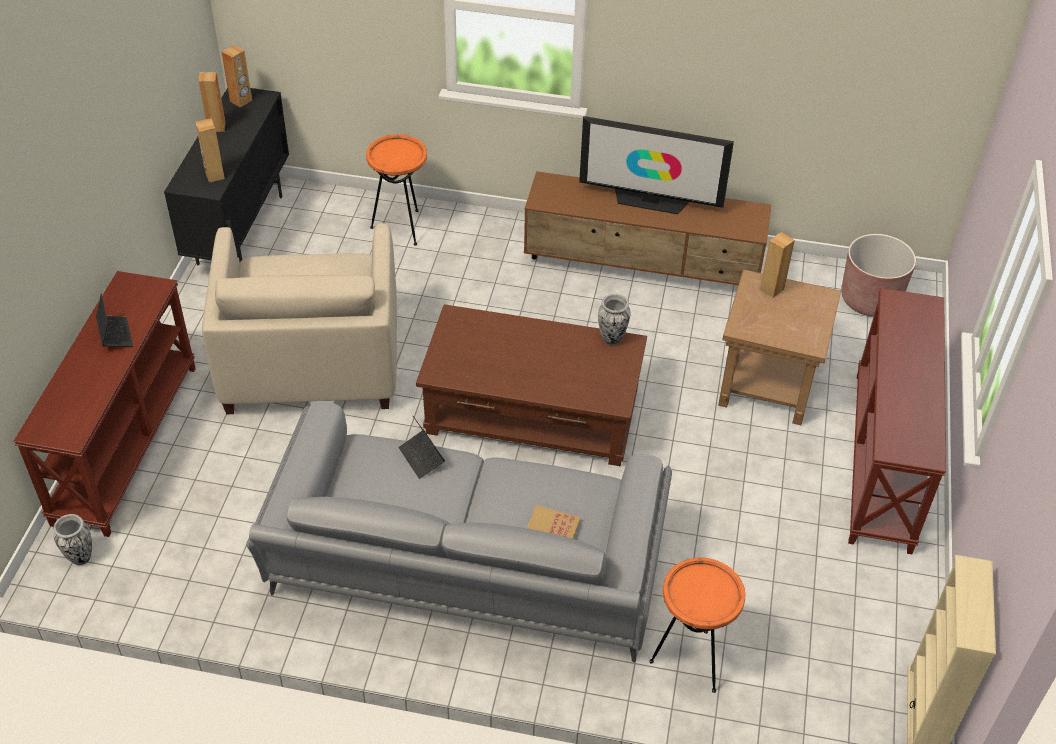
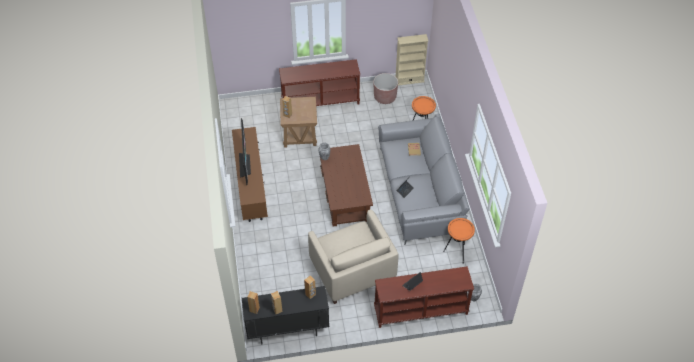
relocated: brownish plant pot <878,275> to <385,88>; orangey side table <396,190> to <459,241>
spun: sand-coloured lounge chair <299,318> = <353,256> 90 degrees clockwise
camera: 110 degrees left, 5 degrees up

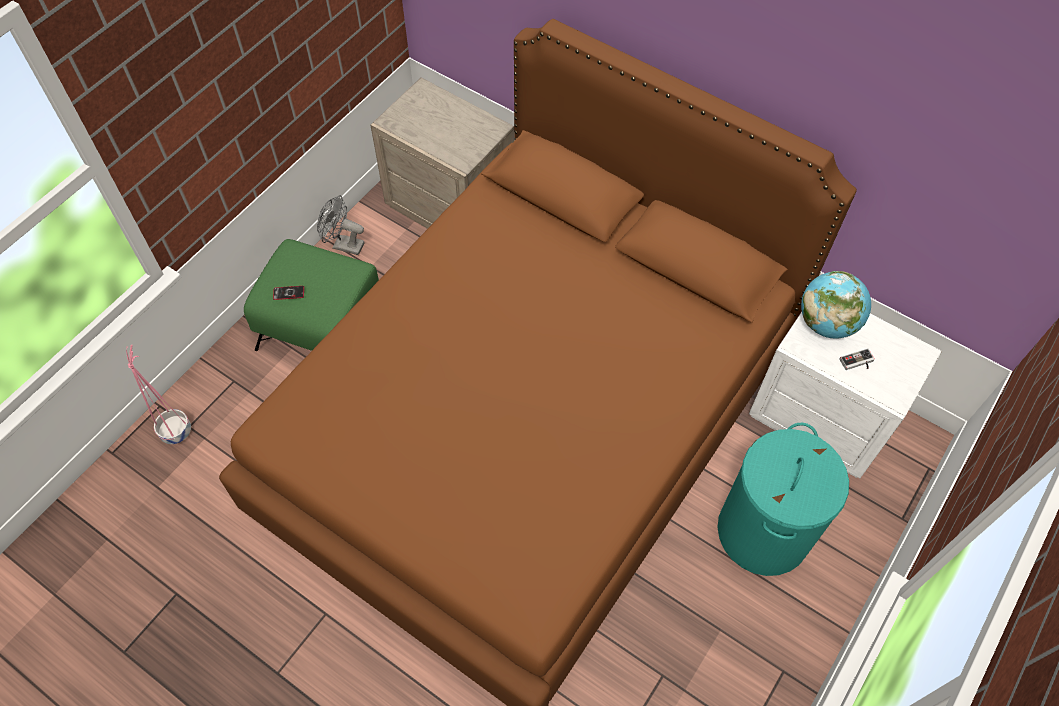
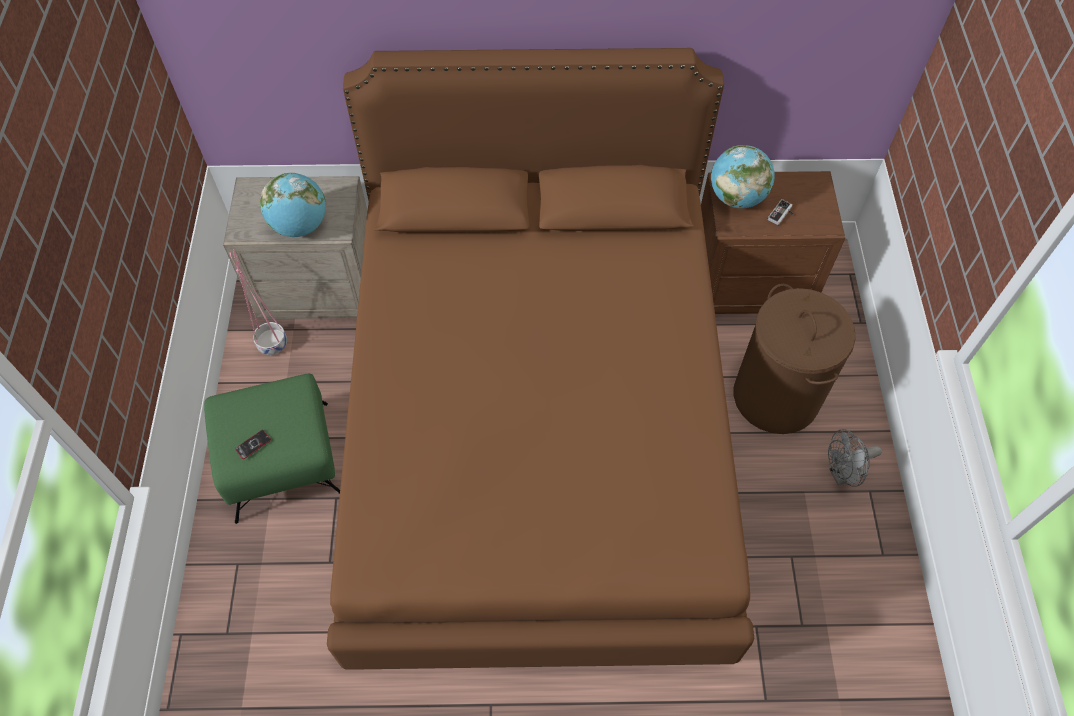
appeared: desk globe <293,205>
relocated: pink-coloured plant pot <158,394> to <258,302>; gray electric fan <341,225> to <855,458>
colour: white night table <845,395> to brownish night table <773,242>; blue-green laundry basket <783,499> to brownish laundry basket <795,359>
camera: 35 degrees left, 0 degrees up

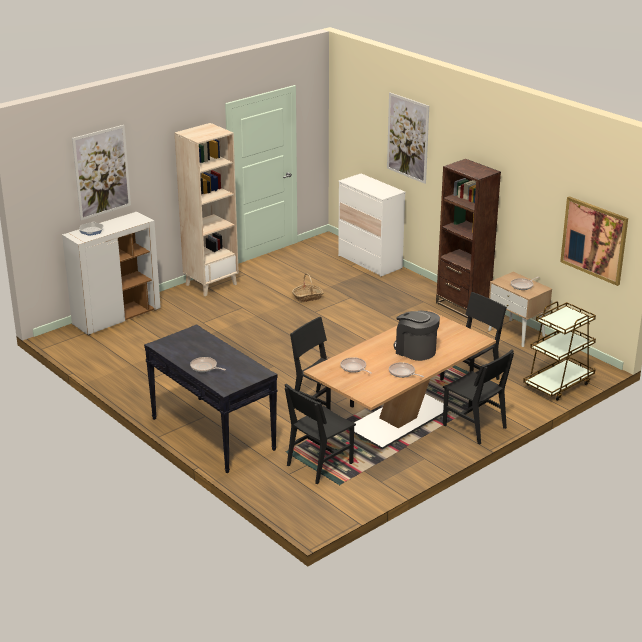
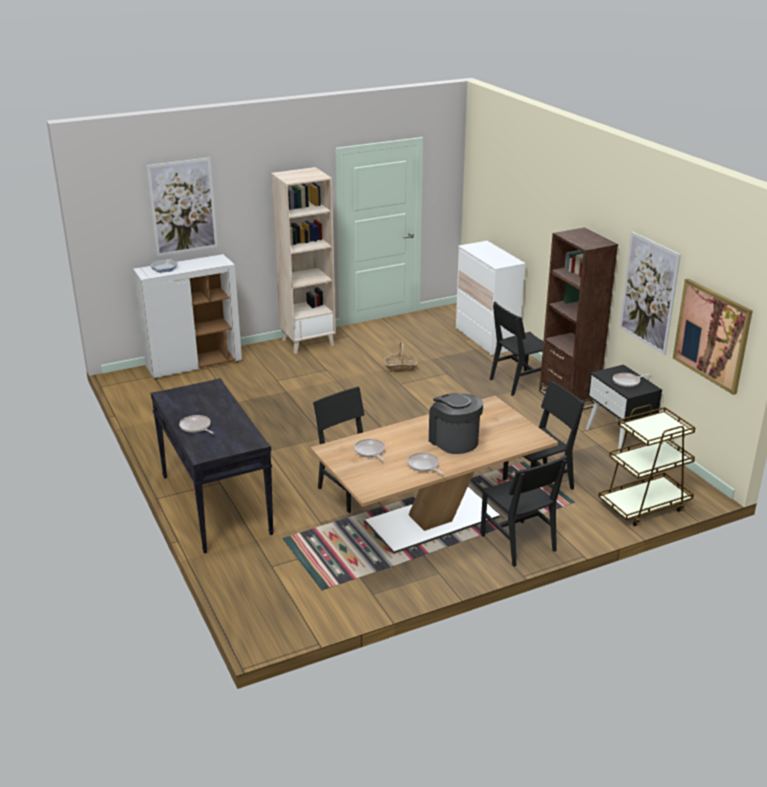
relocated: blackish plain chair <320,433> to <516,348>; wall picture <408,138> to <650,293>
colour: sand-coloured night table <520,309> to blackish night table <624,409>
camera: 15 degrees right, 0 degrees up

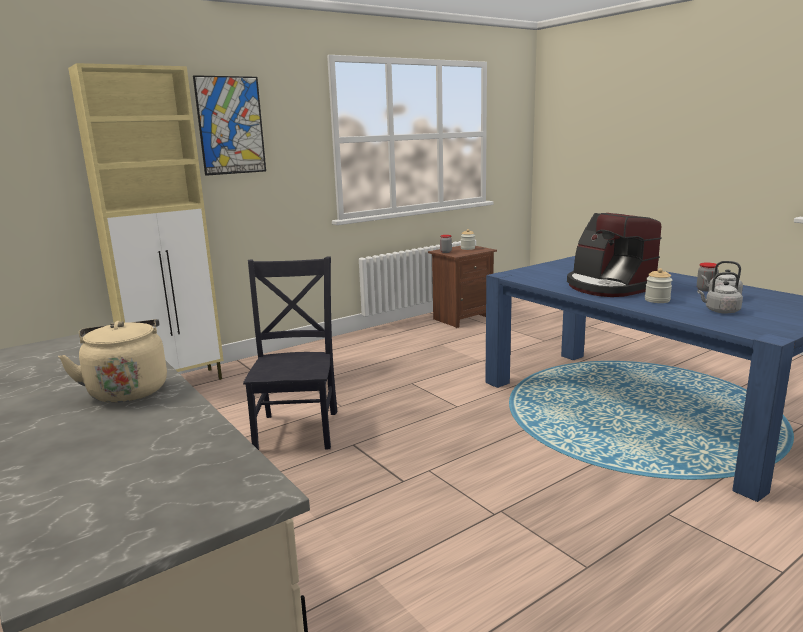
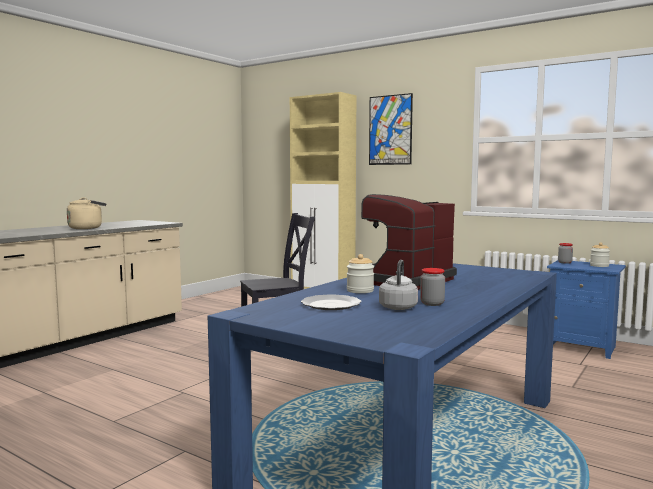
exchanged: gray kettle <720,293> to plate <331,302>
colour: brownish night table <462,287> to blue night table <586,309>
camera: 70 degrees right, 10 degrees down

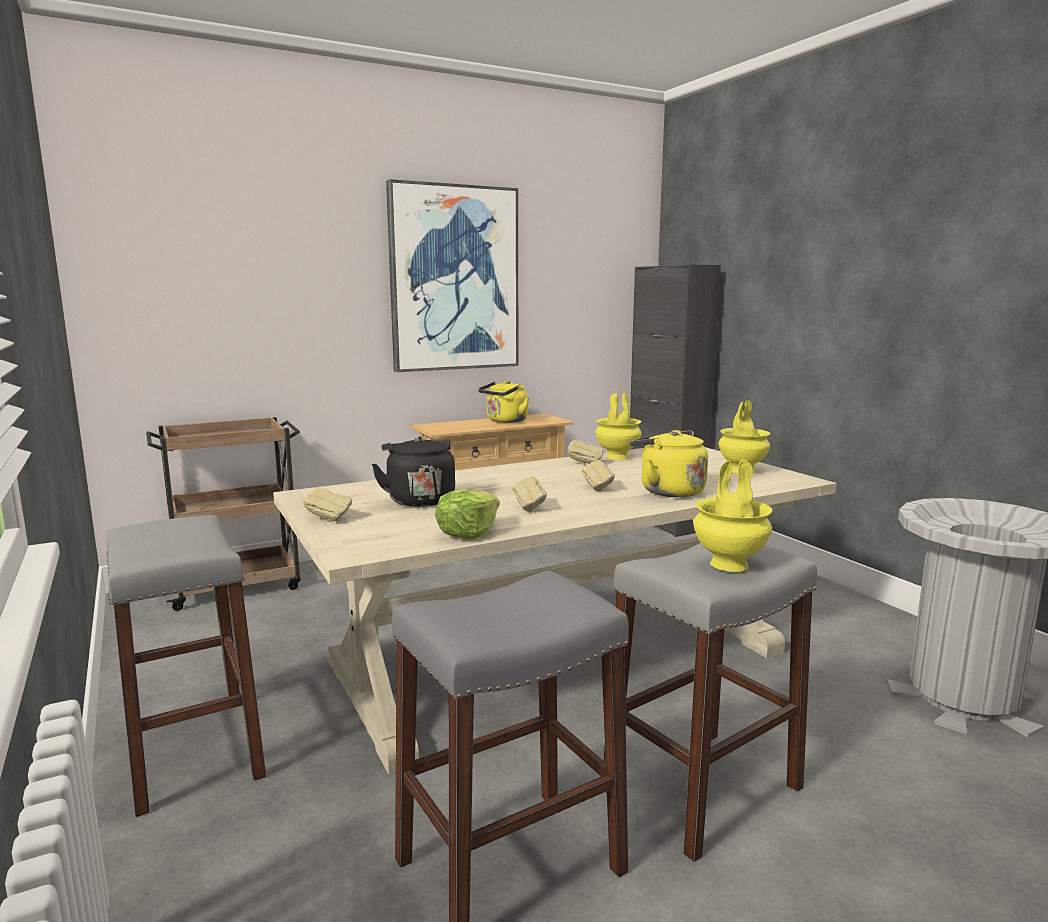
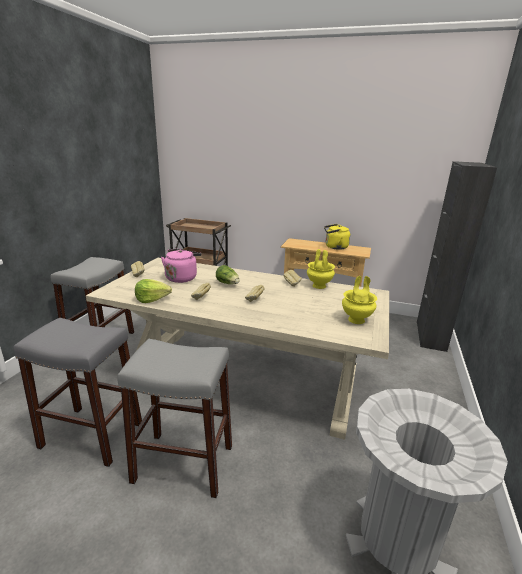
missing: wall picture <452,275>; yellow-coloured kettle <669,463>; yellow-coloured decorative vase <732,516>
appeared: lettuce head <227,274>
colour: blackish kettle <413,471> to pink-coloured kettle <181,266>
camera: 45 degrees right, 10 degrees up

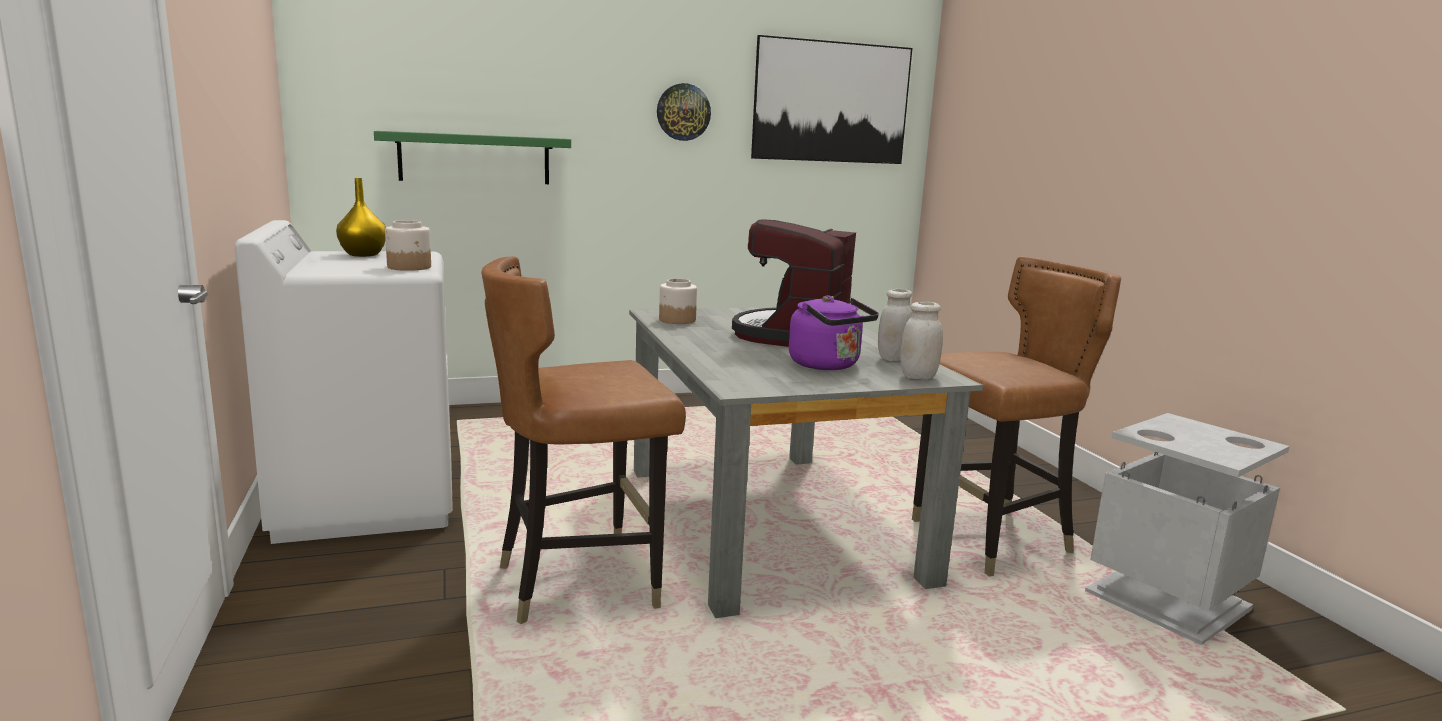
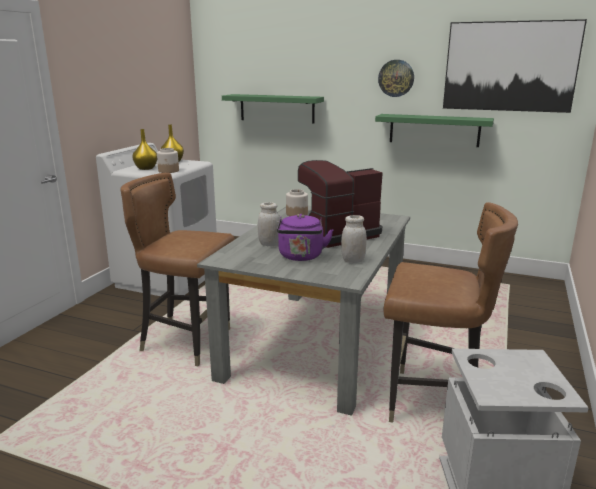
appeared: yellow-coloured decorative vase <145,149>; greenish shelf <434,130>
relocated: white storage jar <921,340> to <269,224>
camera: 40 degrees right, 5 degrees up

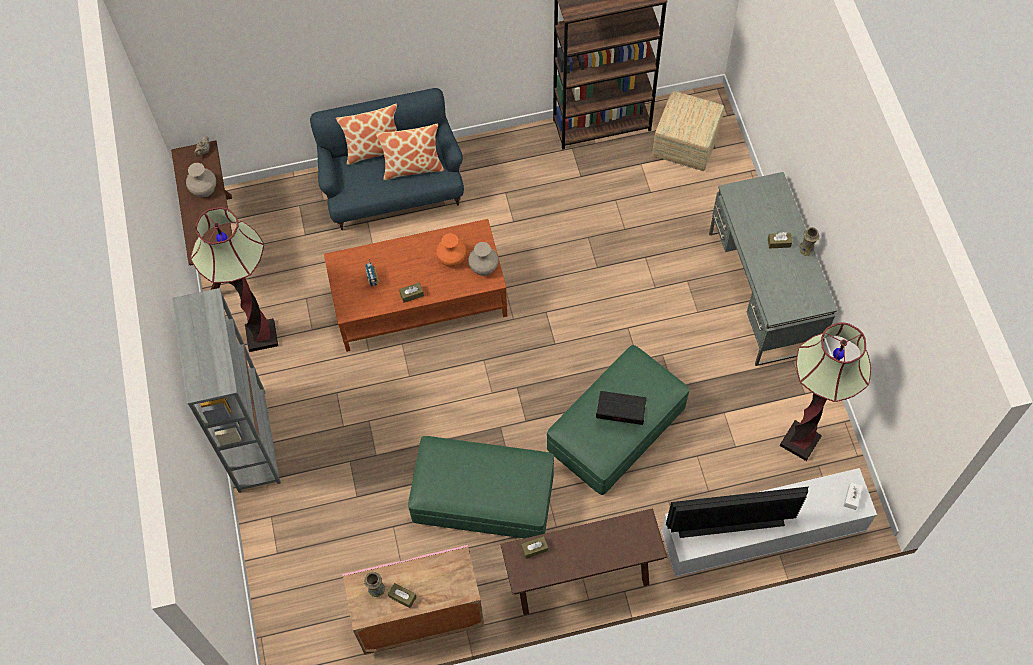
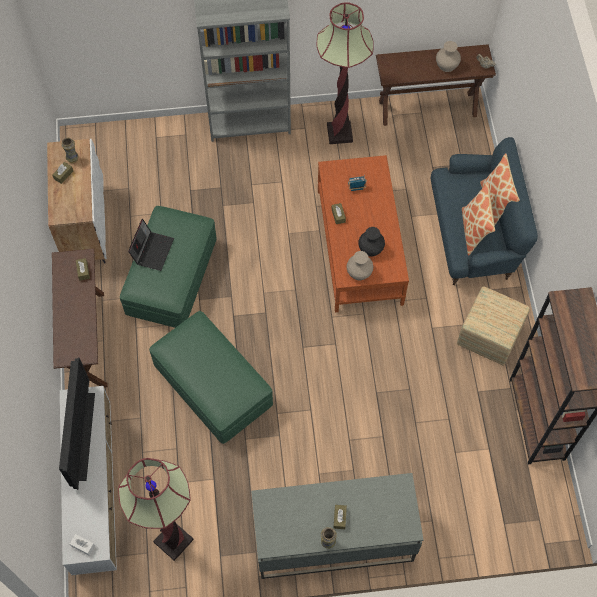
relocated: notebook computer <621,408> to <151,245>; pouffe <688,131> to <493,326>
colour: pink-coloured cupboard <413,599> to white cupboard <77,201>; orangey decorative vase <451,250> to blackish decorative vase <371,242>
camera: 95 degrees right, 0 degrees up

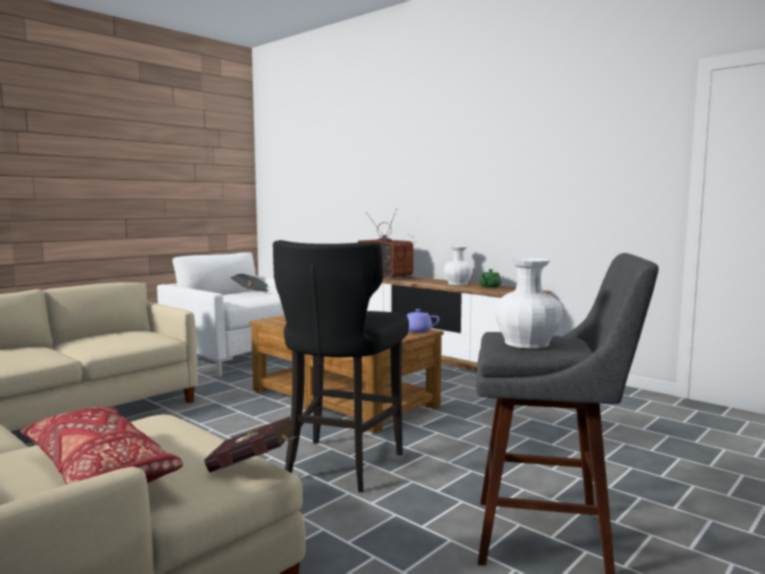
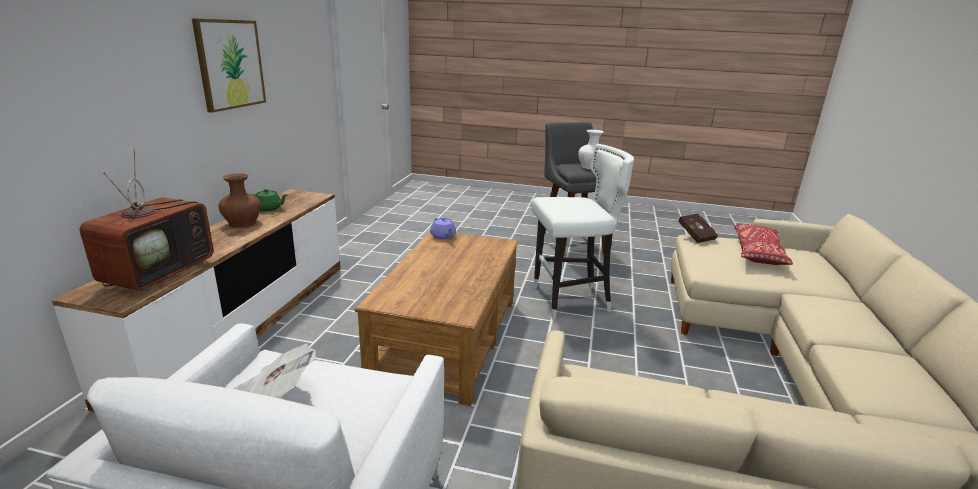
appeared: wall picture <229,65>
colour: white decorative vase <458,265> to brownish decorative vase <240,200>; blackish sitting stool <341,366> to white sitting stool <583,232>
camera: 120 degrees left, 15 degrees up

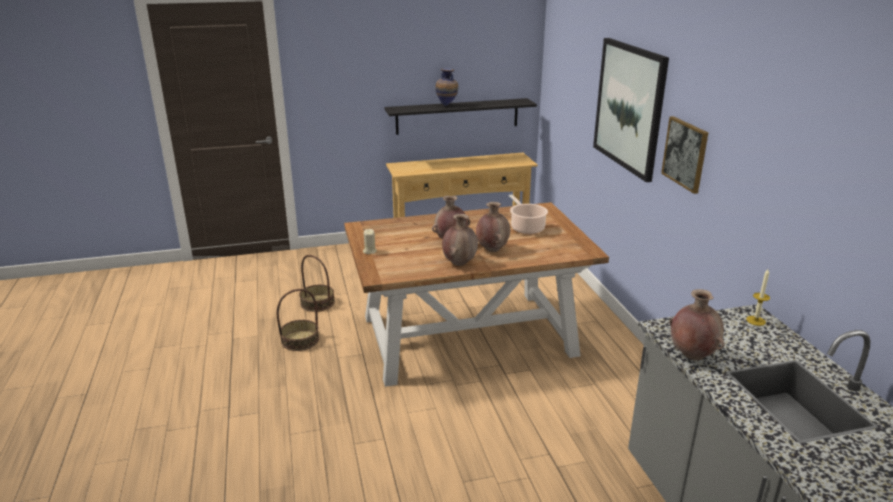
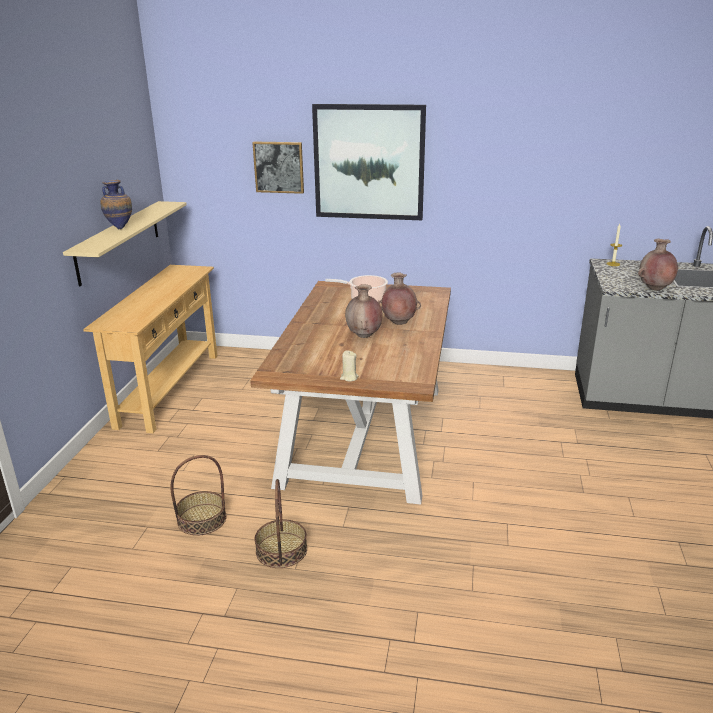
missing: brownish decorative vase <460,240>
relocated: wall picture <684,155> to <278,168>
colour: blackish shelf <461,116> to sand-coloured shelf <125,243>
camera: 65 degrees left, 0 degrees up

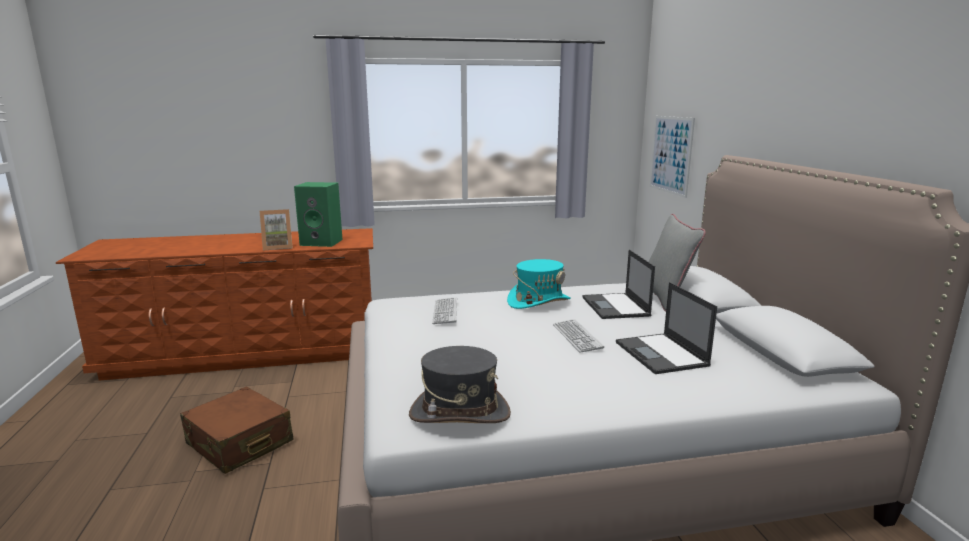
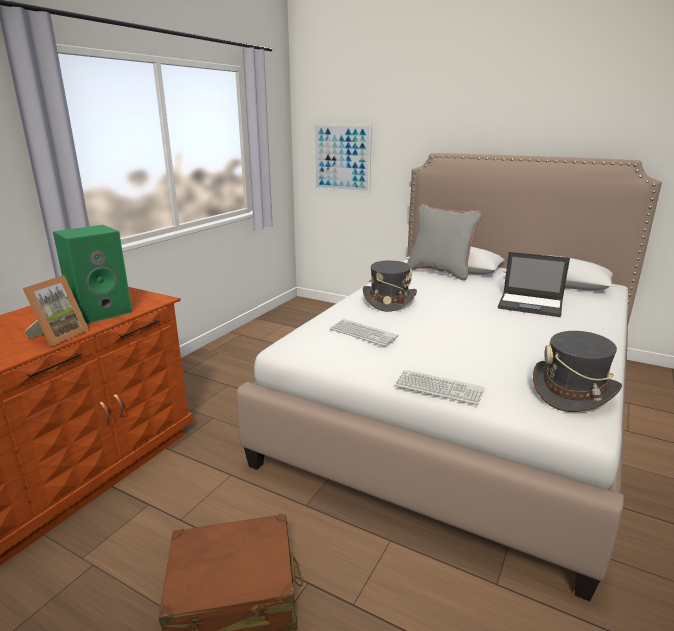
missing: notebook computer <618,284>
relocated: PC keyboard <578,336> to <440,387>
colour: blue-green clothing hat <539,284> to gray clothing hat <390,286>
camera: 50 degrees left, 5 degrees up

